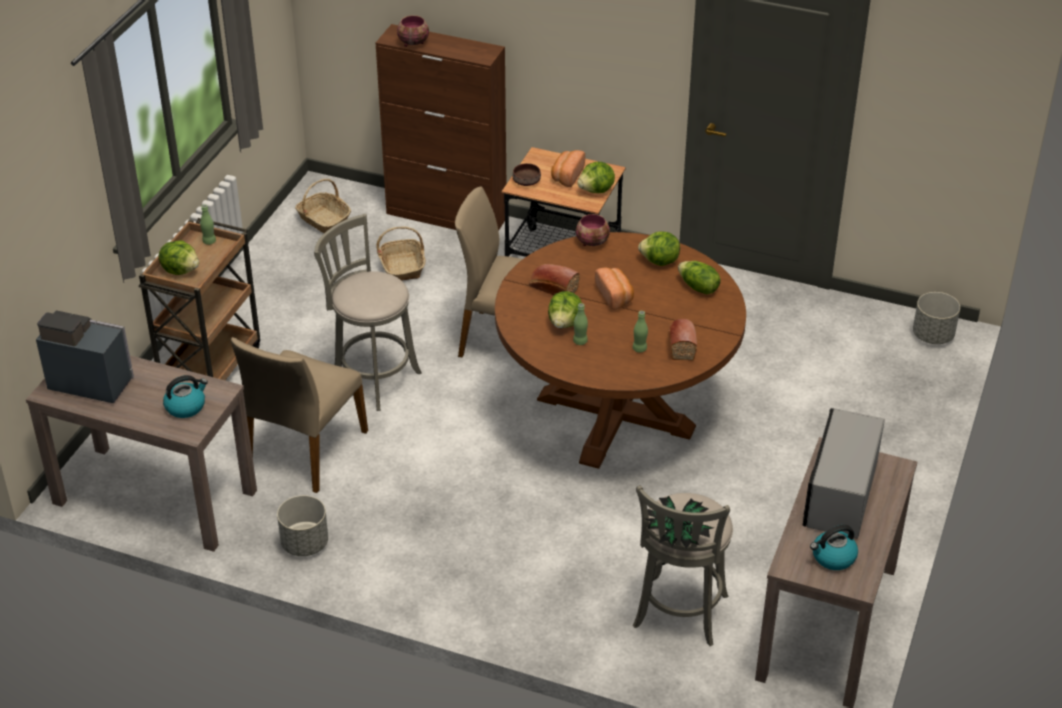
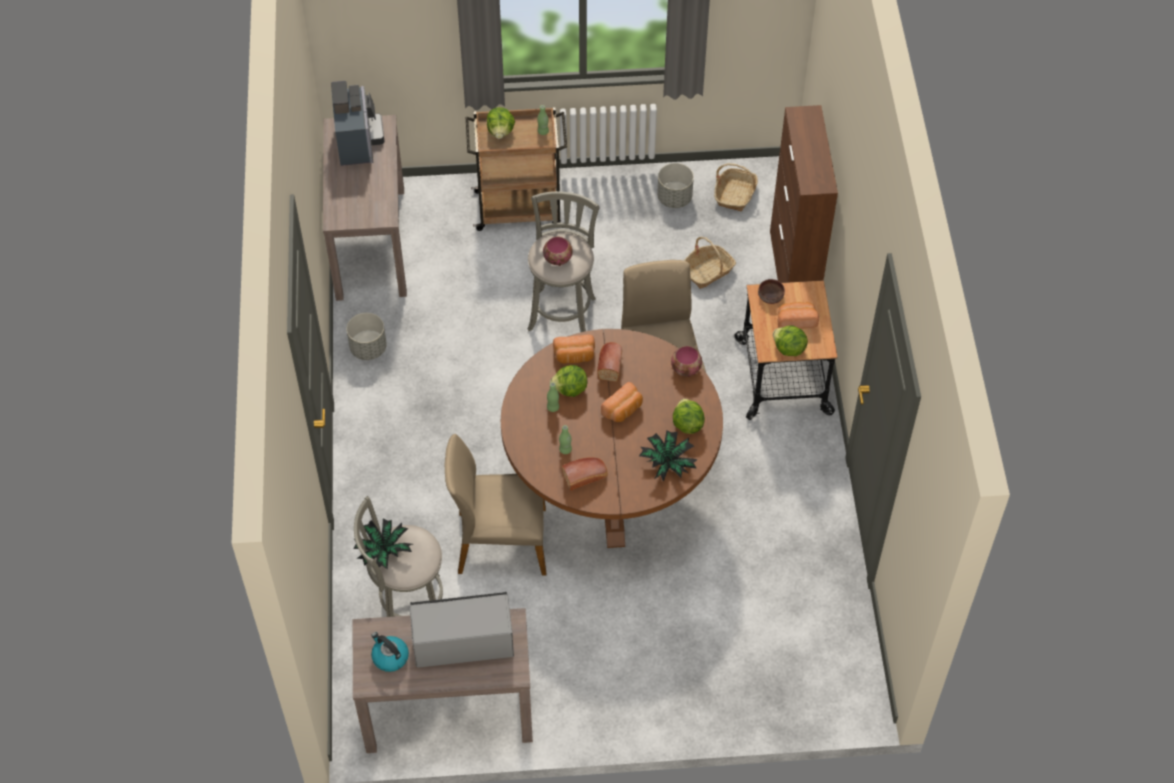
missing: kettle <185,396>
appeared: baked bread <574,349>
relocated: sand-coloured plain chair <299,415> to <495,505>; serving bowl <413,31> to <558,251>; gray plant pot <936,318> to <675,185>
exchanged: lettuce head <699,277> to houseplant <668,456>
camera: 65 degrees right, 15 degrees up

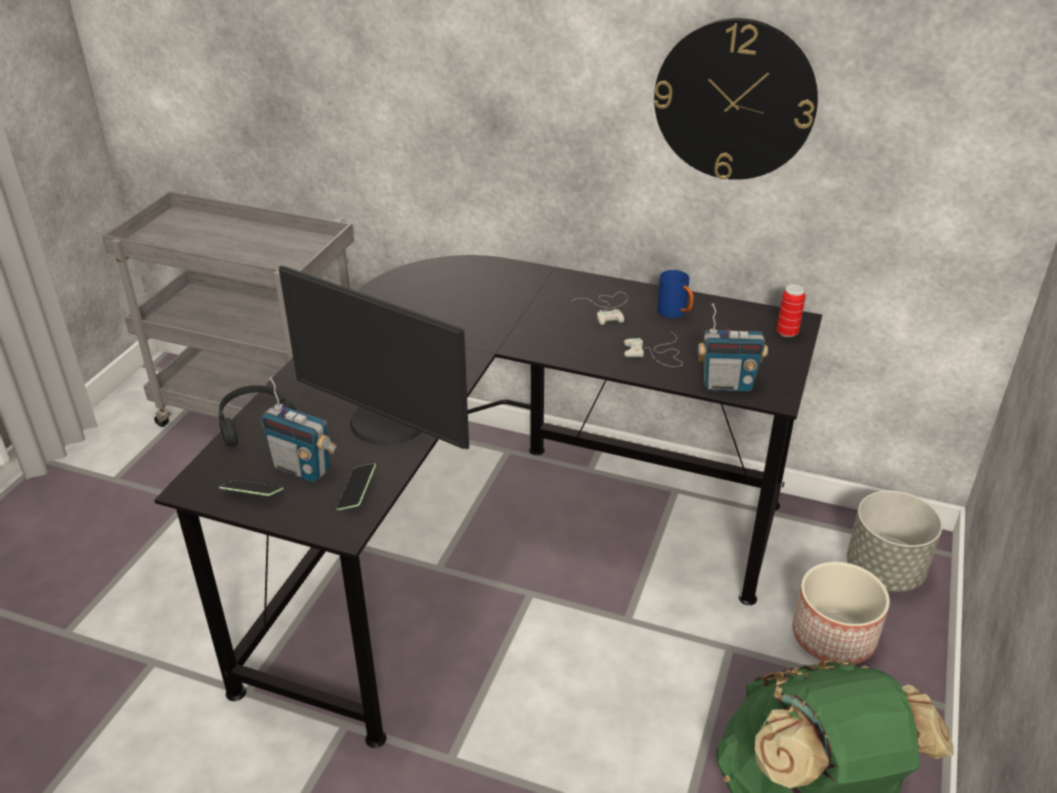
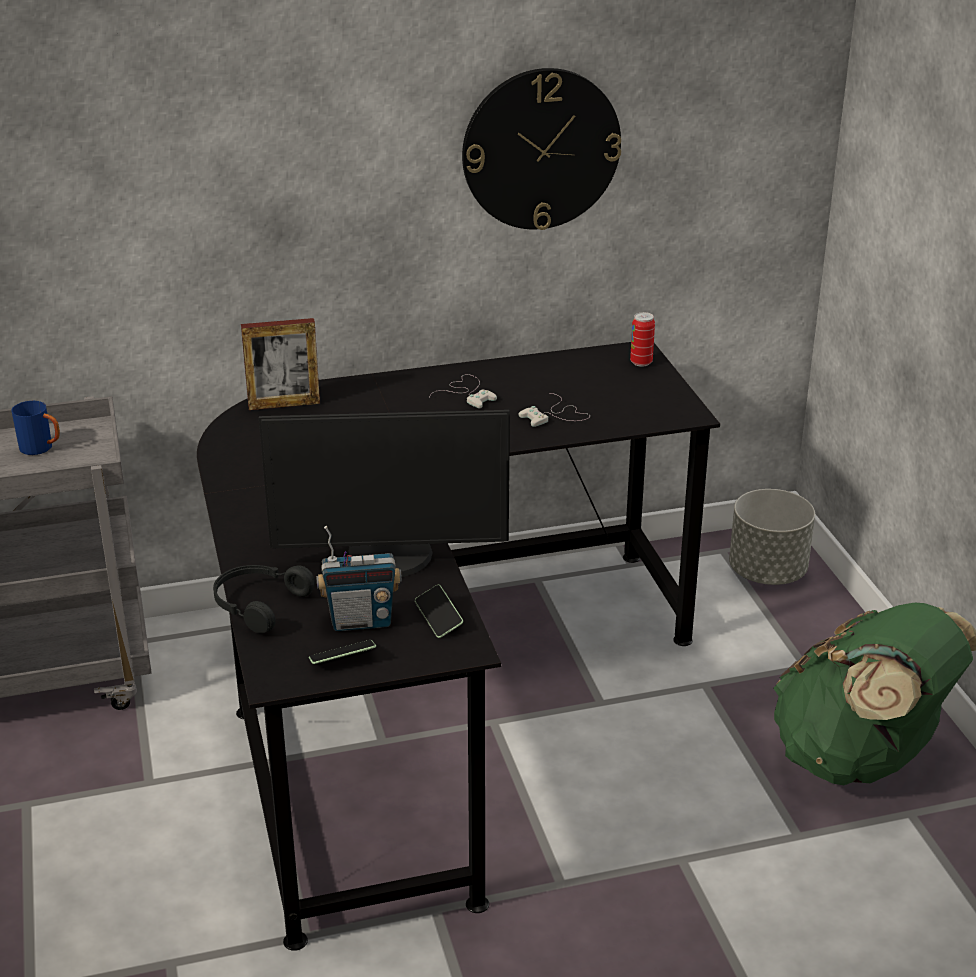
missing: radio receiver <733,347>; plant pot <841,613>
appeared: picture frame <280,364>
relocated: blue mug <675,294> to <35,428>
camera: 35 degrees left, 5 degrees down

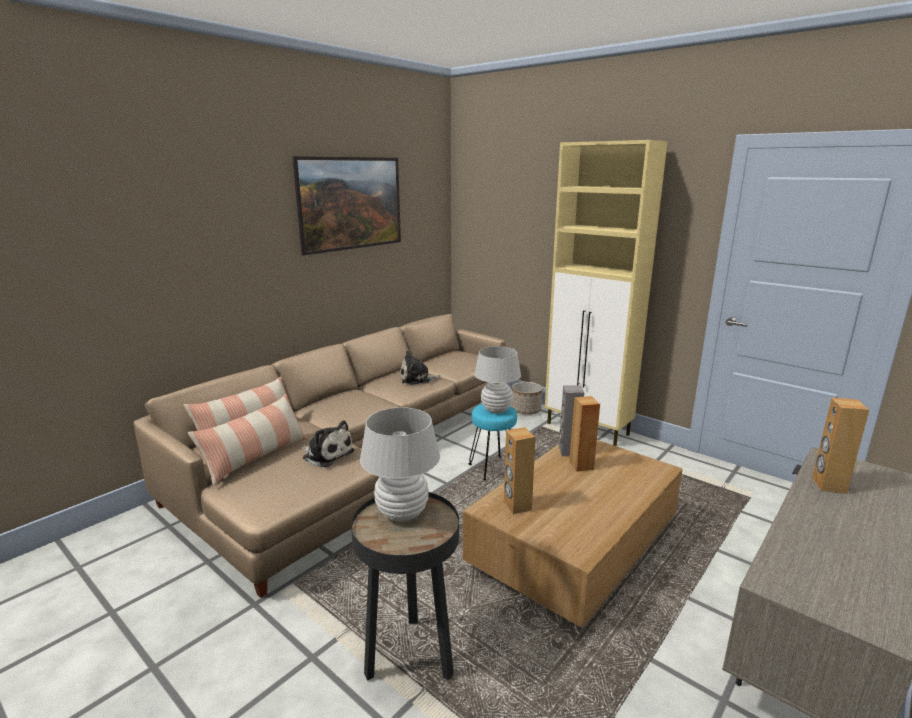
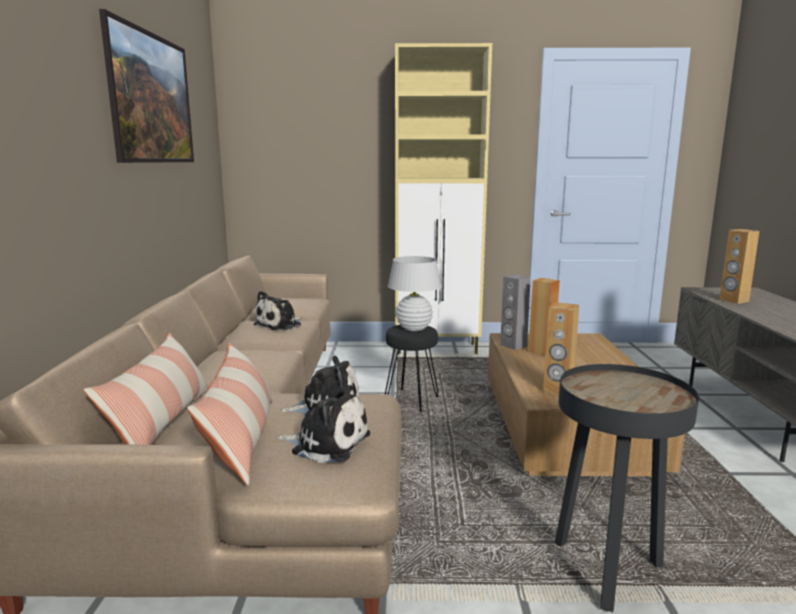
missing: white lamp for a table <400,464>; plant pot <527,398>
appeared: plush toy <323,424>
colour: blue-green sitting stool <493,442> to blackish sitting stool <411,368>
camera: 40 degrees left, 5 degrees down

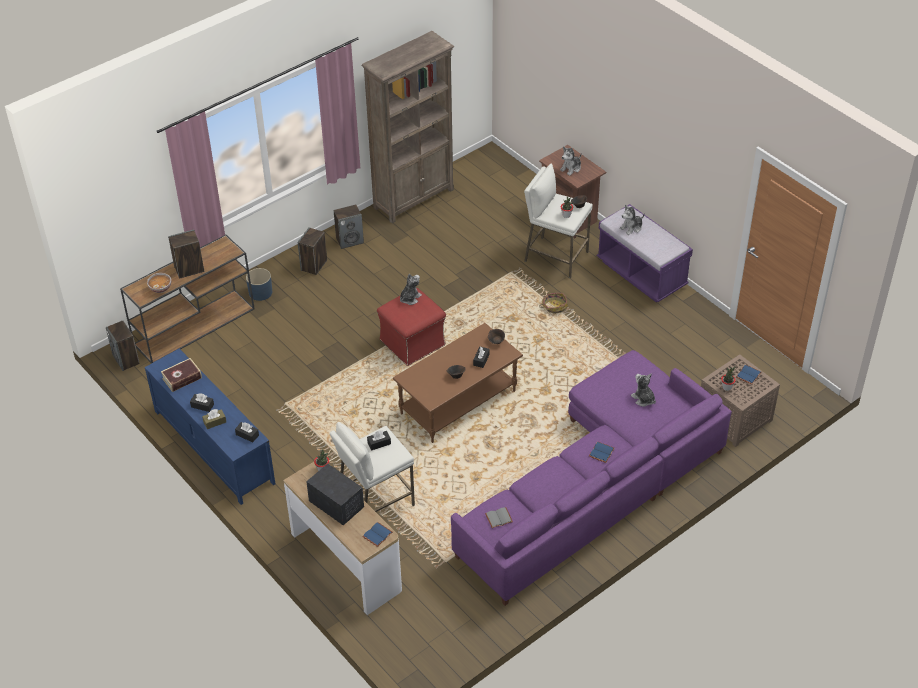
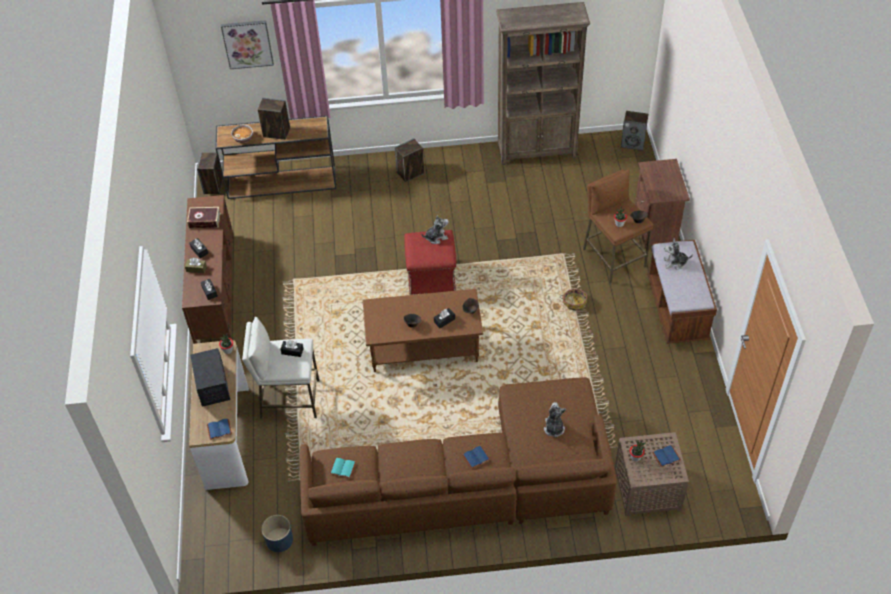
missing: plush toy <571,161>
appeared: wall picture <247,44>
relocated: blue plant pot <259,284> to <277,533>; audio speaker <349,227> to <634,130>
colour: blue tv stand <210,427> to brownish tv stand <208,269>; purple couch <591,478> to brownish couch <458,461>; gray book <499,517> to blue-green book <343,468>; white sitting stool <558,221> to brownish sitting stool <618,226>; purple bench <645,253> to brownish bench <682,292>
camera: 35 degrees right, 5 degrees up

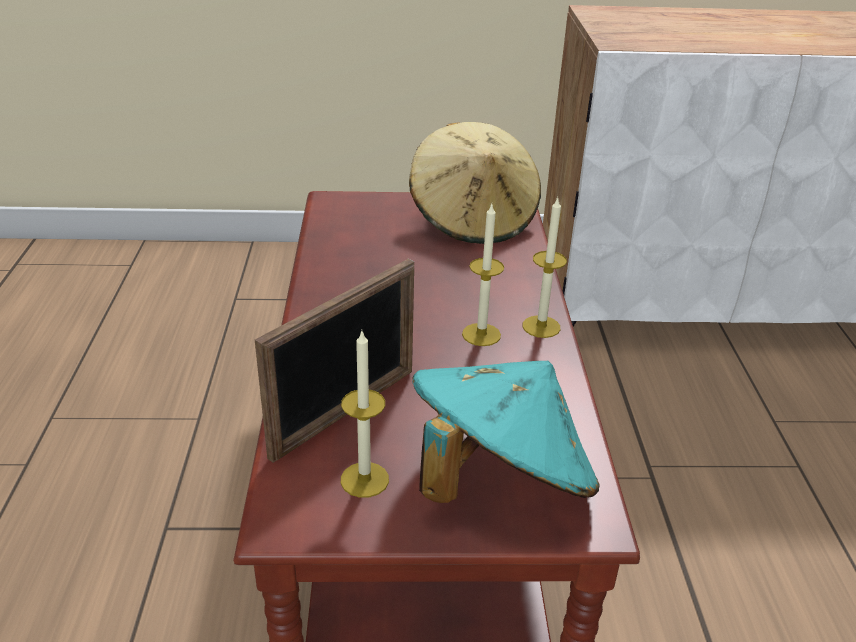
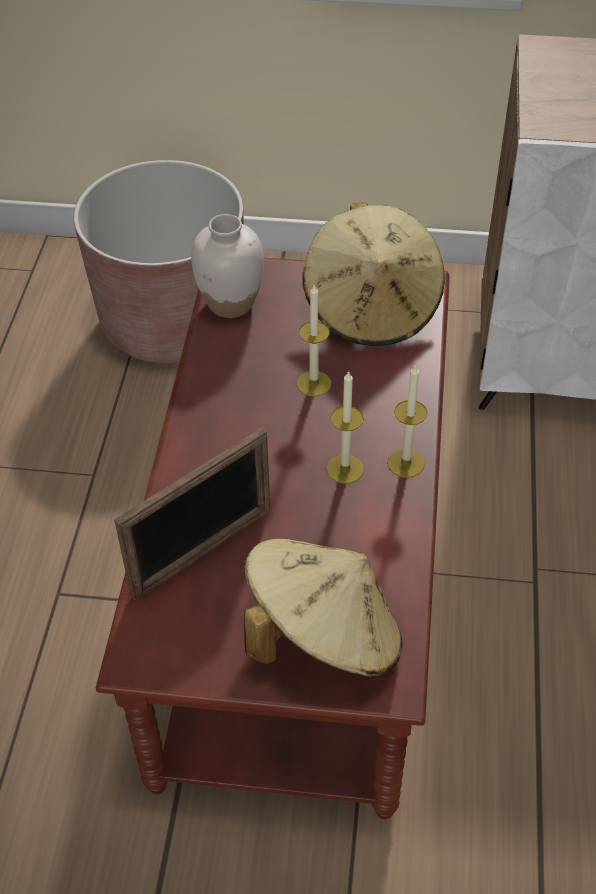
appeared: brownish plant pot <159,262>; white decorative vase <227,266>
relocated: wax light <365,414> to <314,341>
colour: blue-green clothing hat <506,432> to sand-coloured clothing hat <323,607>
camera: 10 degrees right, 15 degrees up

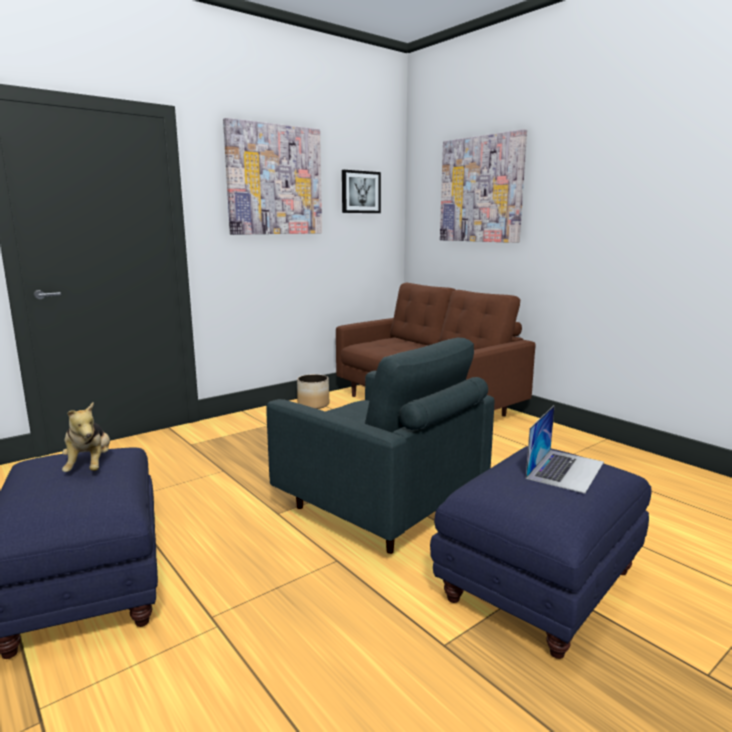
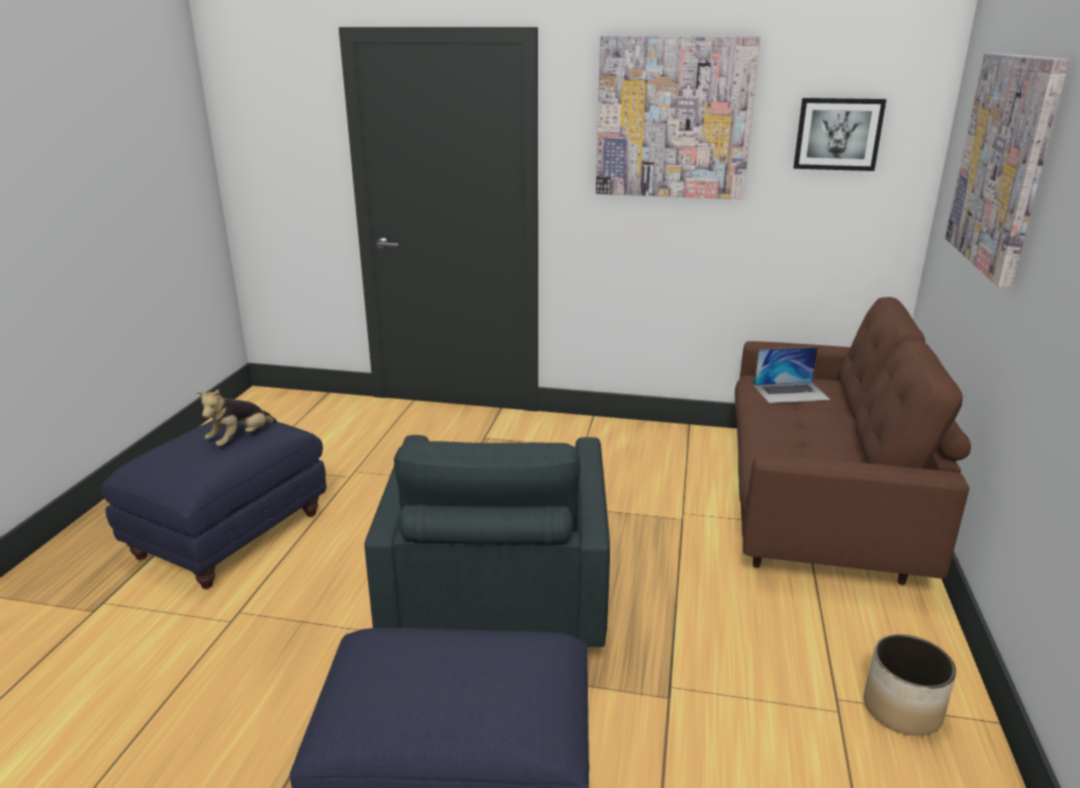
relocated: notebook computer <565,449> to <792,375>; plant pot <313,391> to <910,685>
camera: 50 degrees right, 10 degrees up

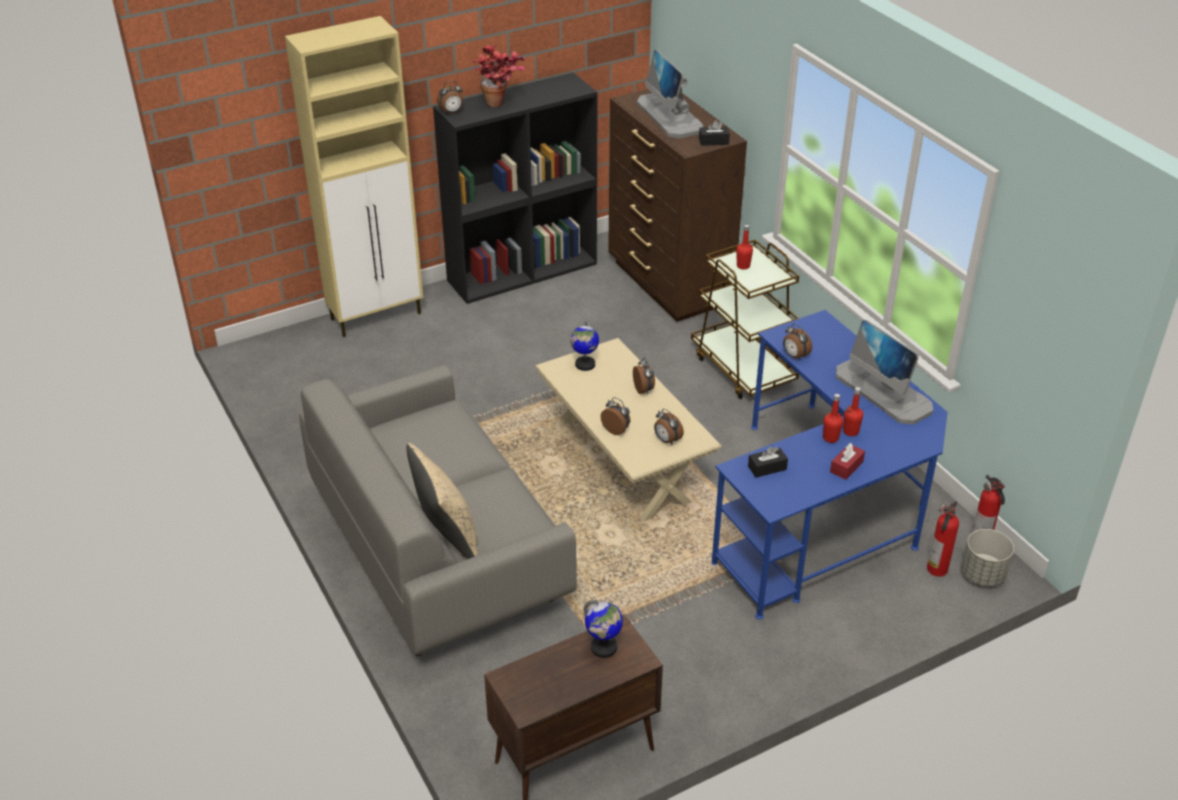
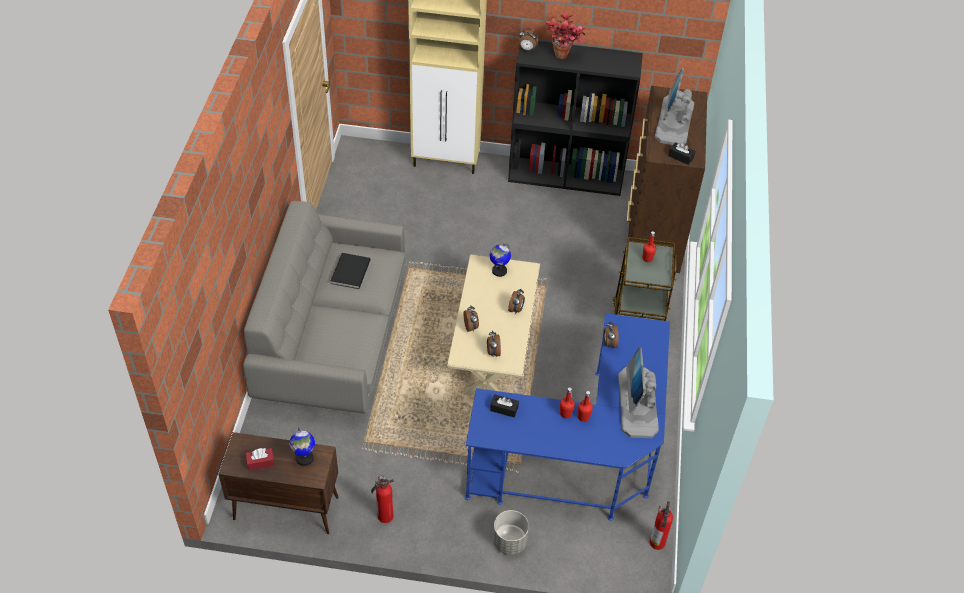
missing: sand-coloured cushion <442,501>
appeared: blackish book <351,271>
relocated: red-coloured box of tissues <847,461> to <260,459>; fire extinguisher <943,539> to <382,499>; gray plant pot <987,557> to <511,532>
camera: 35 degrees right, 10 degrees up

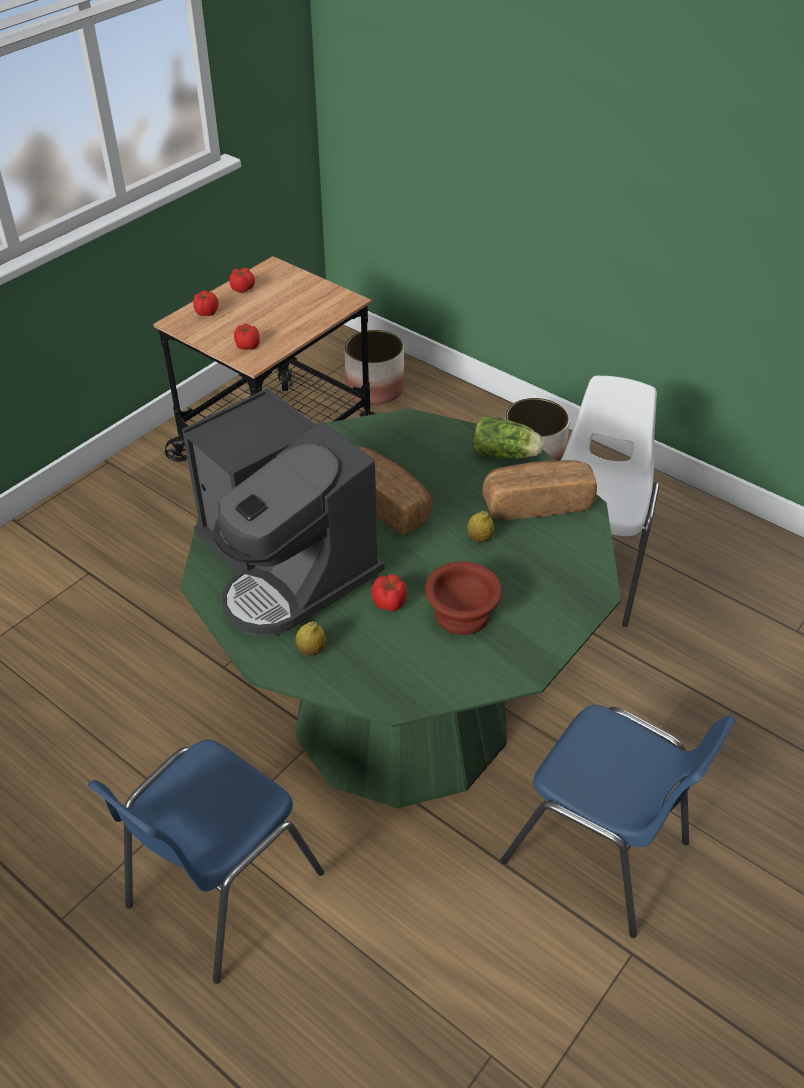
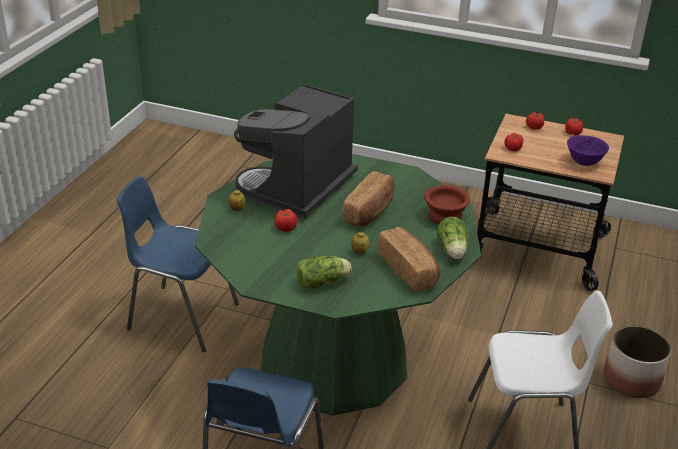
missing: plant pot <374,367>
appeared: lettuce head <324,272>; purple serving bowl <588,150>
relocated: brownish serving bowl <463,598> to <447,204>
camera: 70 degrees right, 10 degrees down

